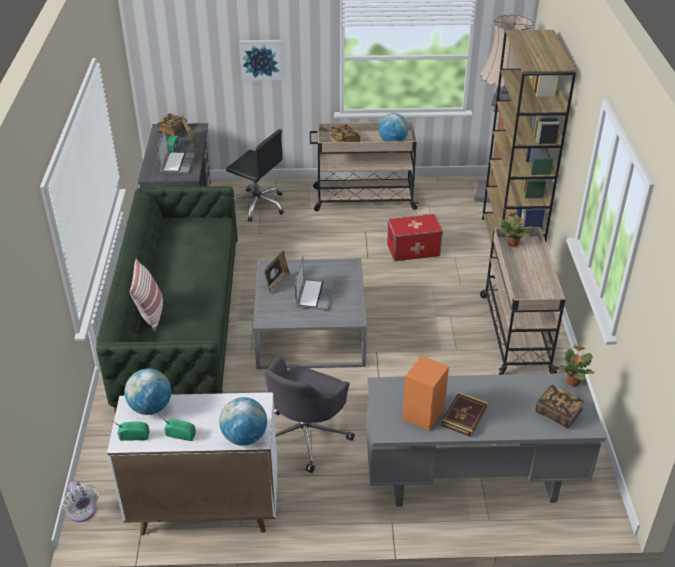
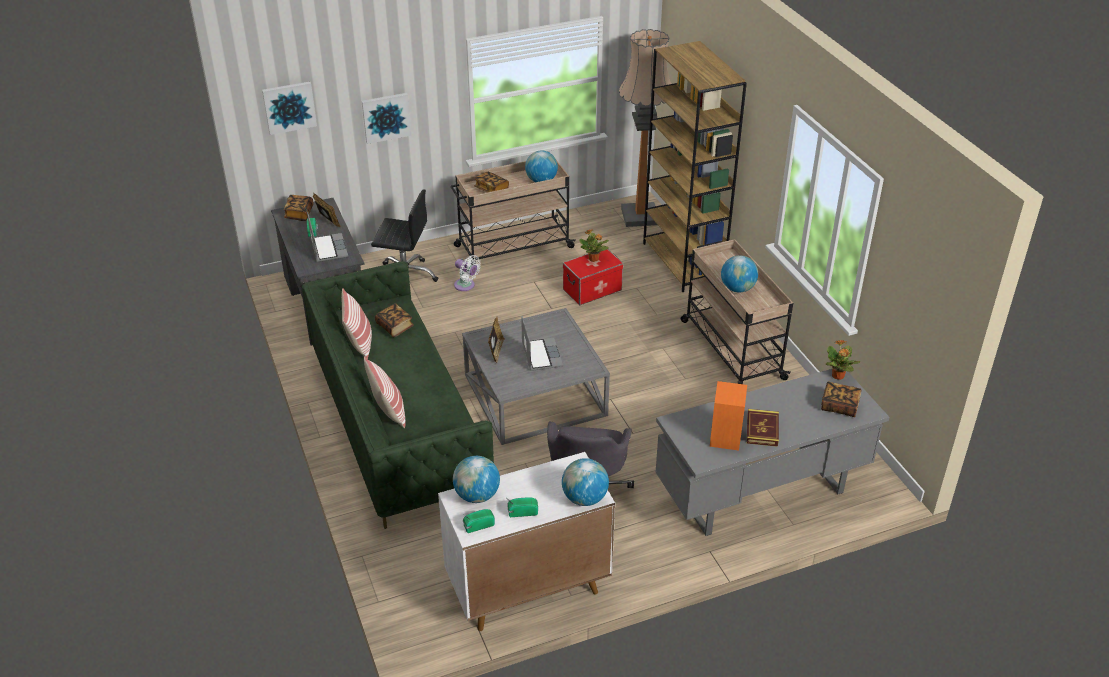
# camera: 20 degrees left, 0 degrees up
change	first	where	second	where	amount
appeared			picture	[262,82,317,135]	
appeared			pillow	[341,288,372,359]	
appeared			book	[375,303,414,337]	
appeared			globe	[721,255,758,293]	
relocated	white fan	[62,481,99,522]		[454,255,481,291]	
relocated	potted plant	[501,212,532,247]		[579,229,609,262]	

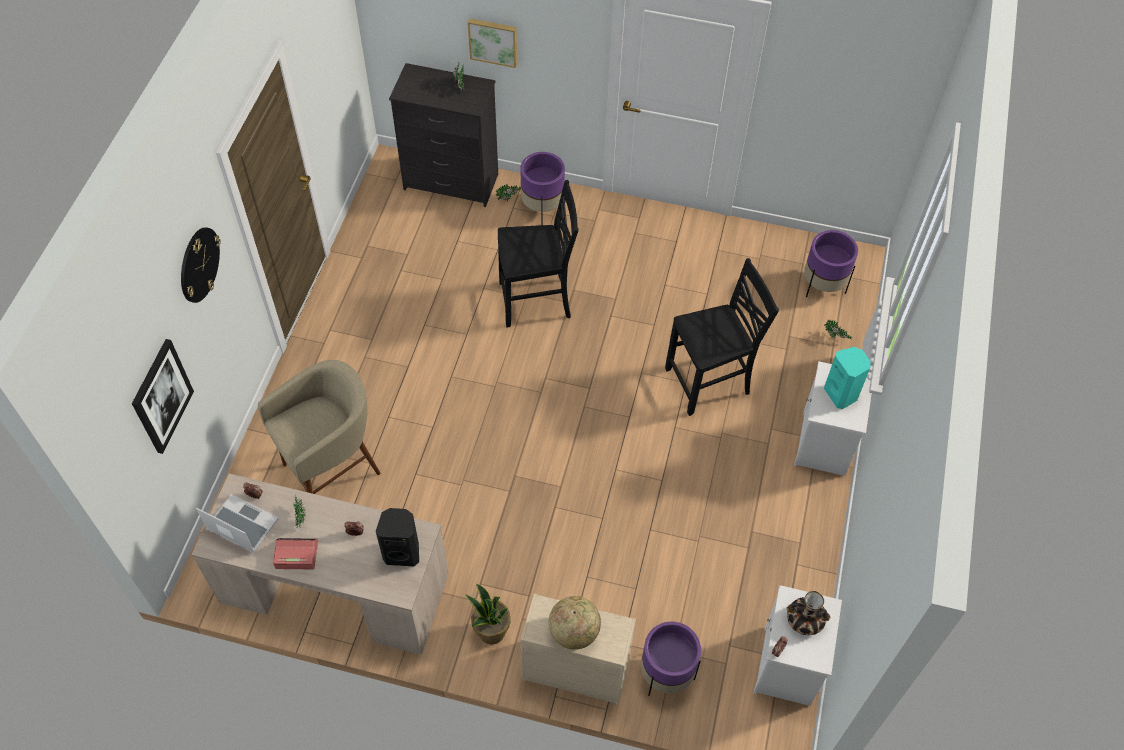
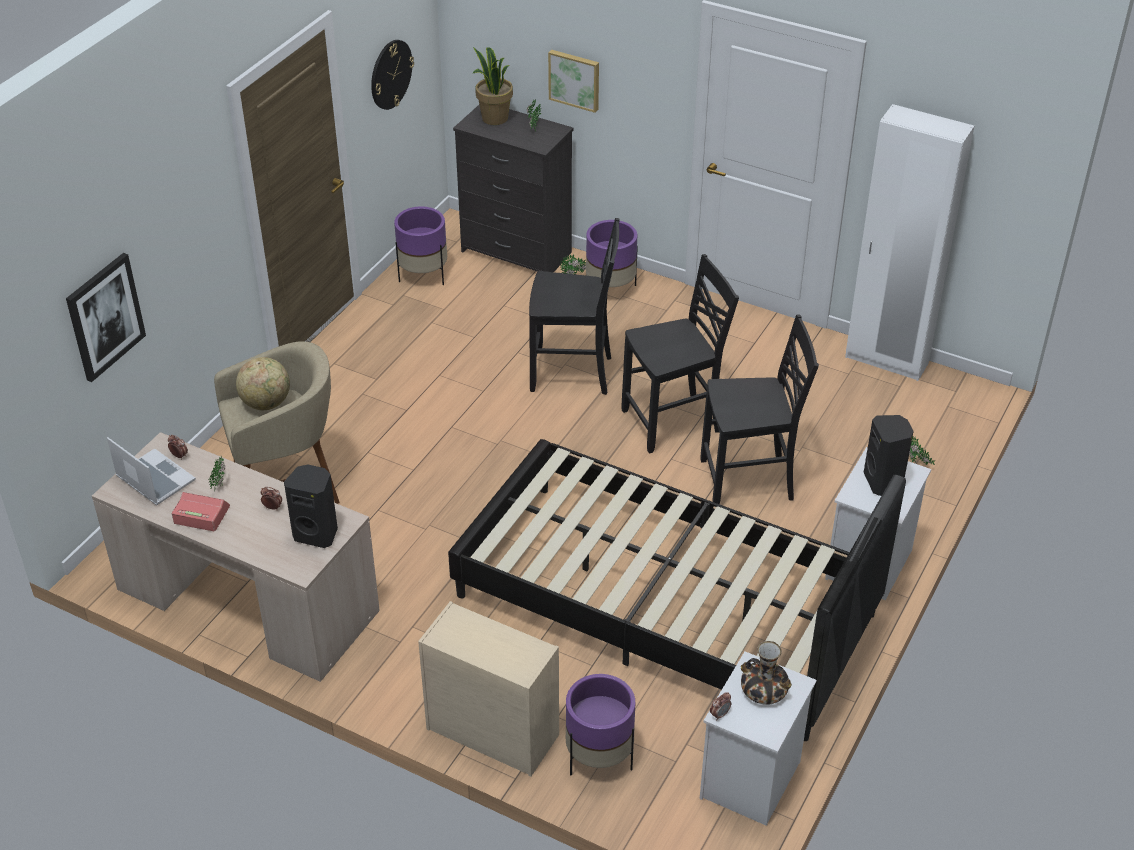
# camera: 15 degrees right, 15 degrees down
change	first	where	second	where	amount
appeared			black bed	[448,439,906,741]	
appeared			black chair	[621,254,739,453]	
appeared			white wardrobe	[845,104,974,381]	
relocated	wall clock	[181,227,221,303]		[371,40,414,110]	
relocated	potted plant	[465,584,511,644]		[473,47,513,125]	
relocated	globe	[549,596,601,650]		[236,357,290,410]	
relocated	purple planter	[804,230,858,298]		[394,207,447,285]	
colour	turquoise speaker	[824,347,871,409]	black speaker	[864,415,914,496]	

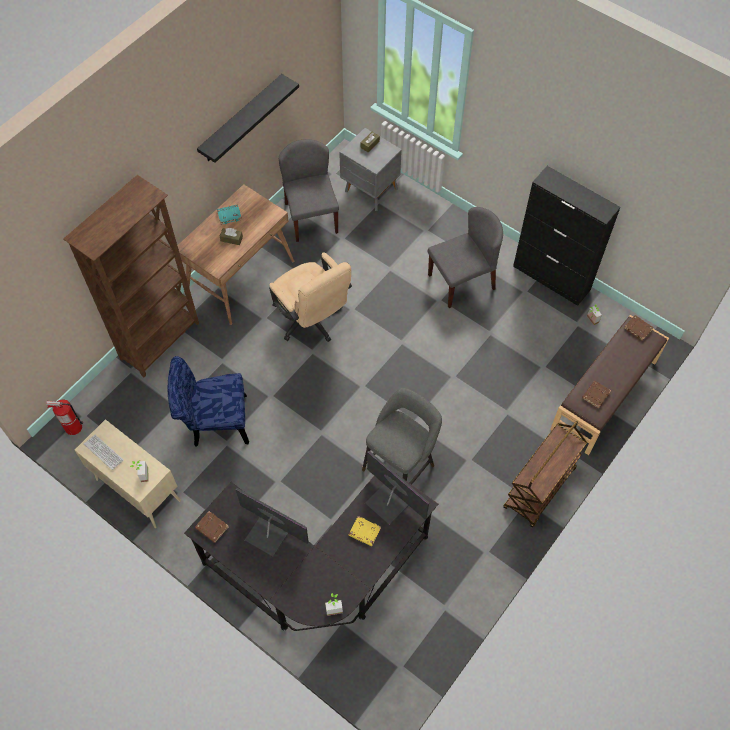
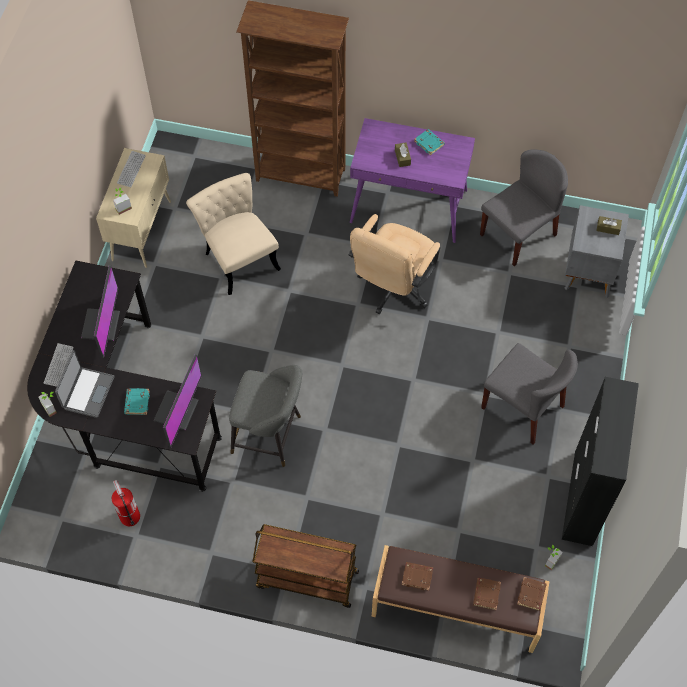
# camera: 65 degrees right, 0 degrees up
change	first	where	second	where	amount
missing	black shelf	[197,74,299,163]			
appeared			keyboard	[44,343,74,387]	
appeared			laptop	[55,350,114,418]	
relocated	fire extinguisher	[46,400,83,435]		[112,480,140,526]	
relocated	brown book	[195,511,229,543]		[473,578,501,610]	
colour	blue chair	[167,356,249,447]	beige chair	[186,173,281,295]	
colour	brown desk	[177,184,294,325]	purple desk	[350,118,475,243]	
colour	yellow book	[349,516,381,546]	turquoise book	[124,388,150,415]	

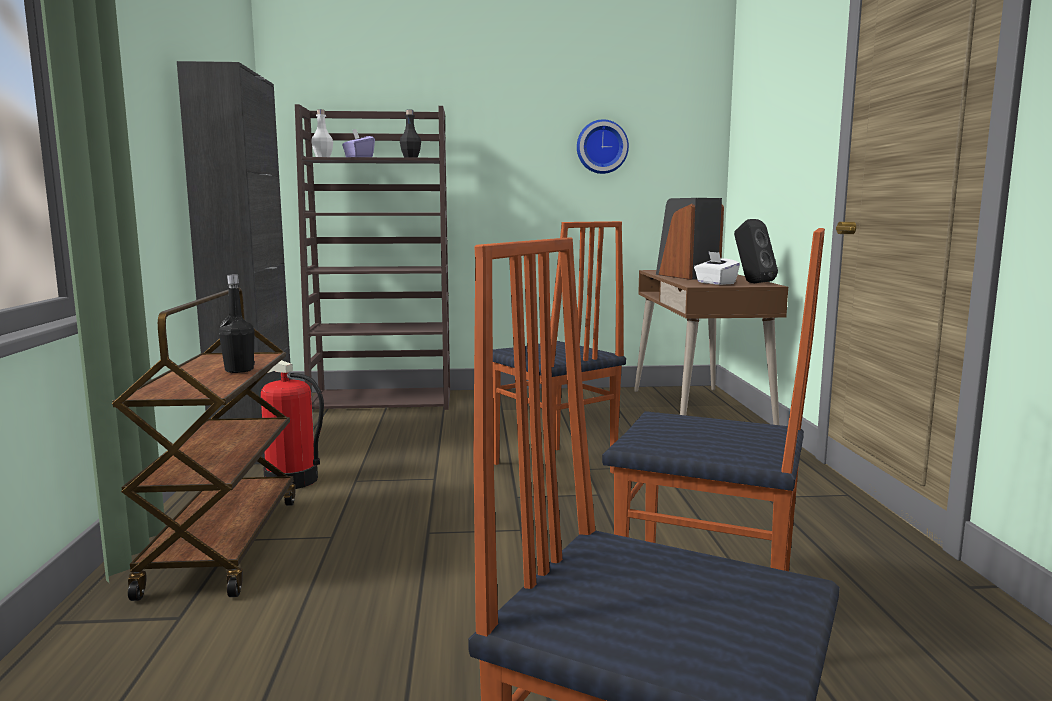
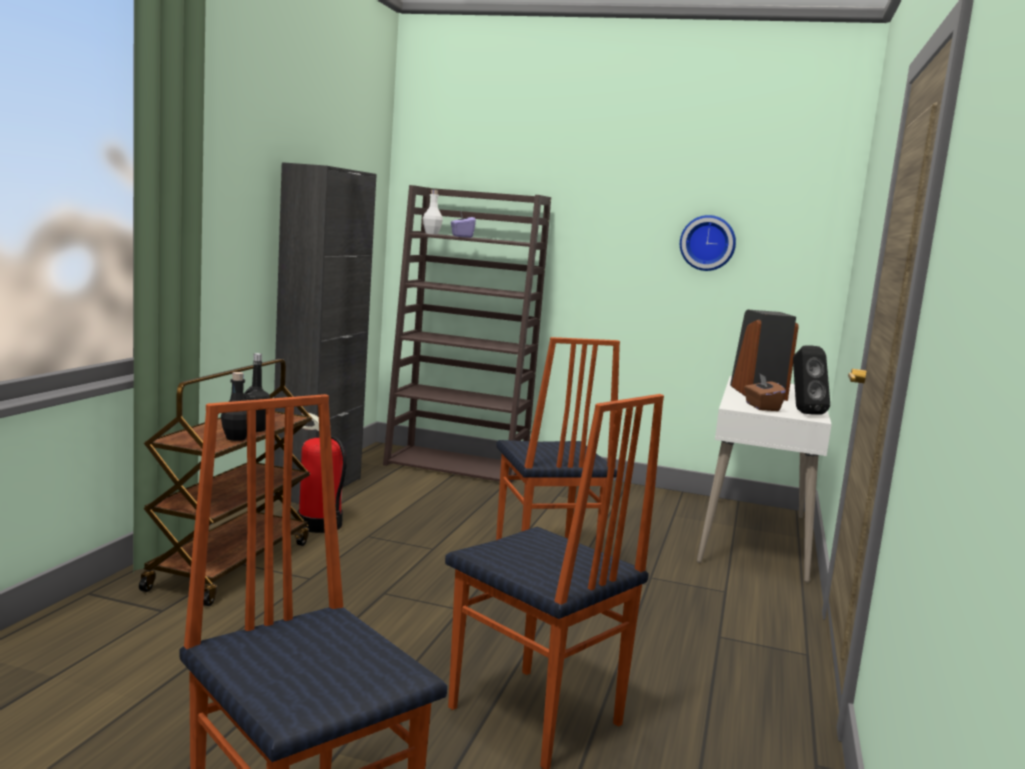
# camera: 20 degrees right, 0 degrees up
change	first	where	second	where	amount
relocated	black bottle	[400,110,421,158]		[221,372,247,441]	
colour	brown desk	[634,270,788,425]	white desk	[697,376,832,583]	
colour	white tissue box	[694,251,740,285]	brown tissue box	[744,373,786,411]	

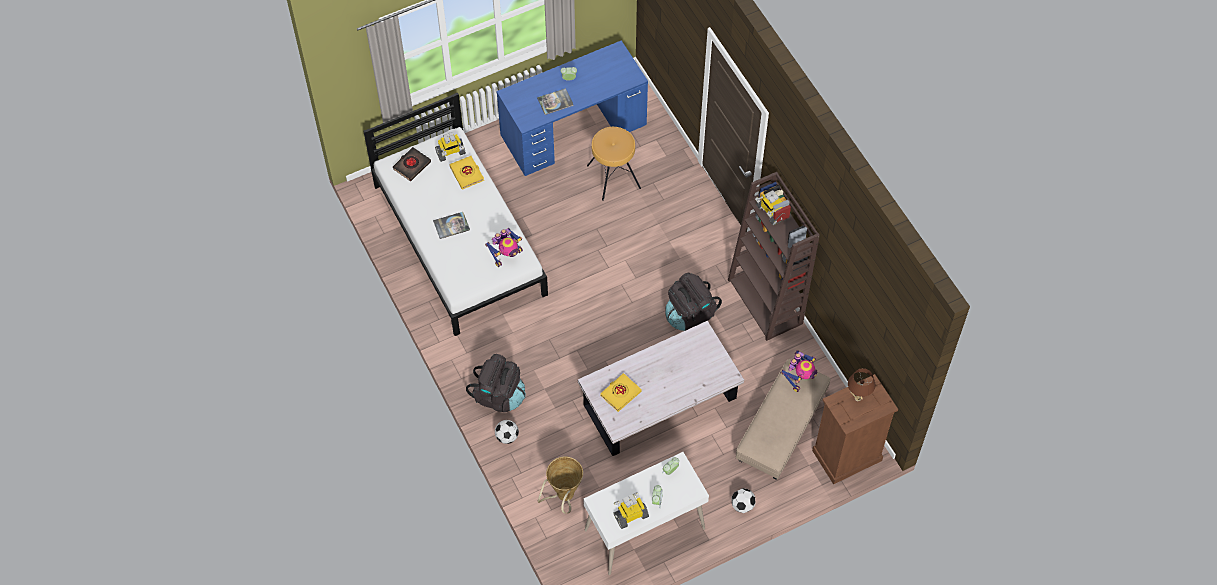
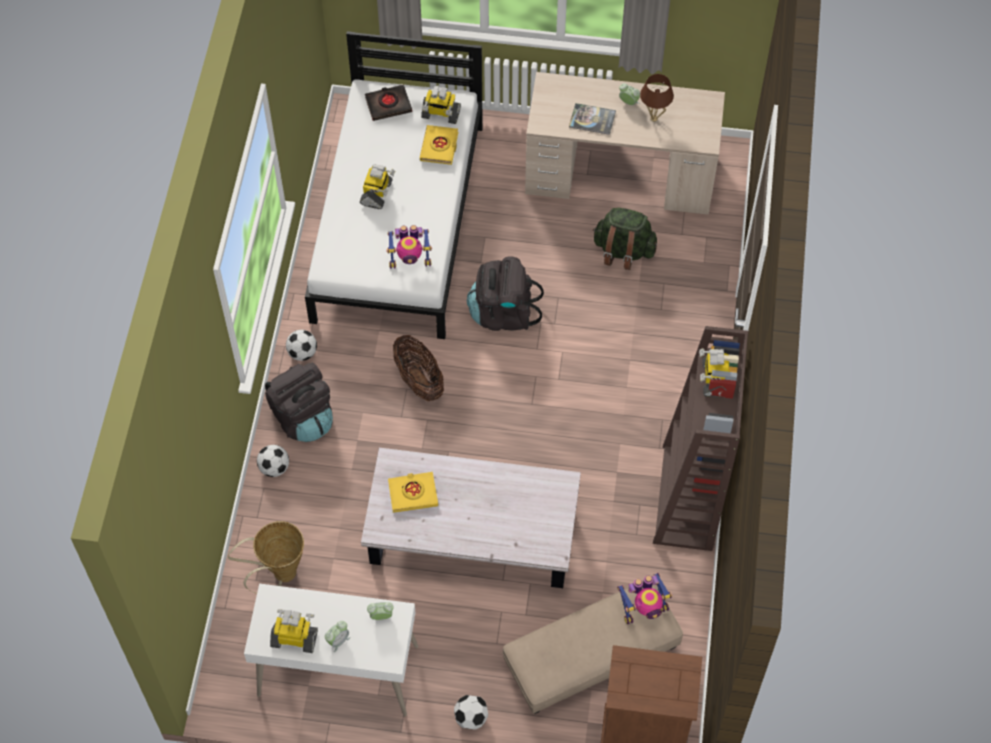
# camera: 35 degrees right, 0 degrees up
change	first	where	second	where	amount
appeared			football	[286,330,317,361]	
appeared			basket	[393,335,444,401]	
relocated	black backpack	[665,273,722,331]		[467,256,544,331]	
relocated	brown table lamp	[848,368,875,401]		[640,74,674,122]	
exchanged	book	[433,212,470,239]	toy robot	[360,164,395,209]	
exchanged	brown stool	[587,127,641,201]	green backpack	[593,208,657,270]	
colour	blue desk	[496,40,648,176]	beige desk	[525,72,725,215]	

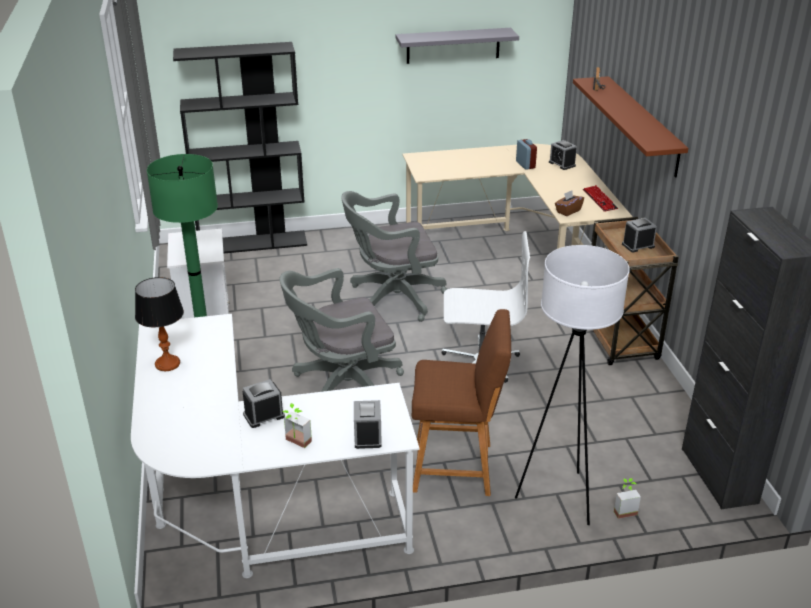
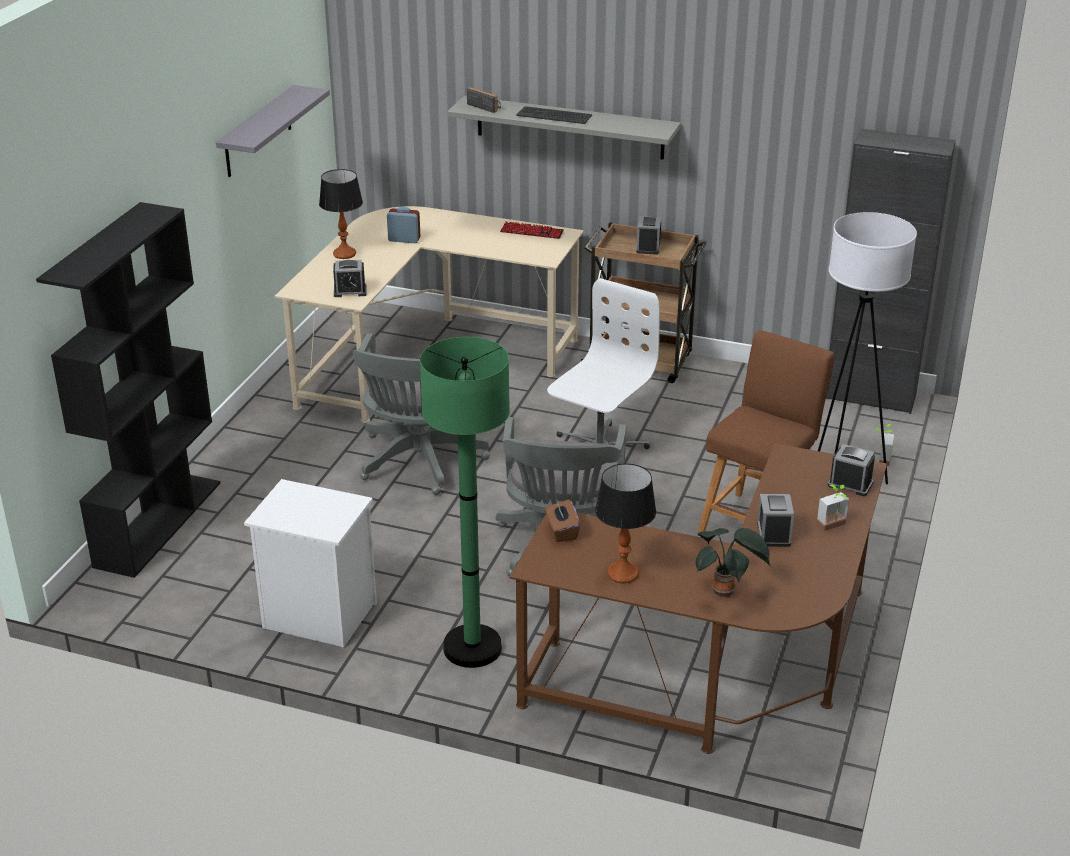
# camera: 60 degrees left, 0 degrees up
change	first	where	second	where	amount
appeared			table lamp	[319,169,363,259]	
appeared			keyboard	[516,106,592,124]	
appeared			potted plant	[695,528,771,597]	
relocated	alarm clock	[549,140,577,170]		[333,260,367,297]	
relocated	brown tissue box	[555,190,584,216]		[545,499,580,542]	
colour	white desk	[131,314,420,578]	brown desk	[509,443,887,754]	
colour	brown shelf	[573,76,688,177]	grey shelf	[447,96,681,160]	

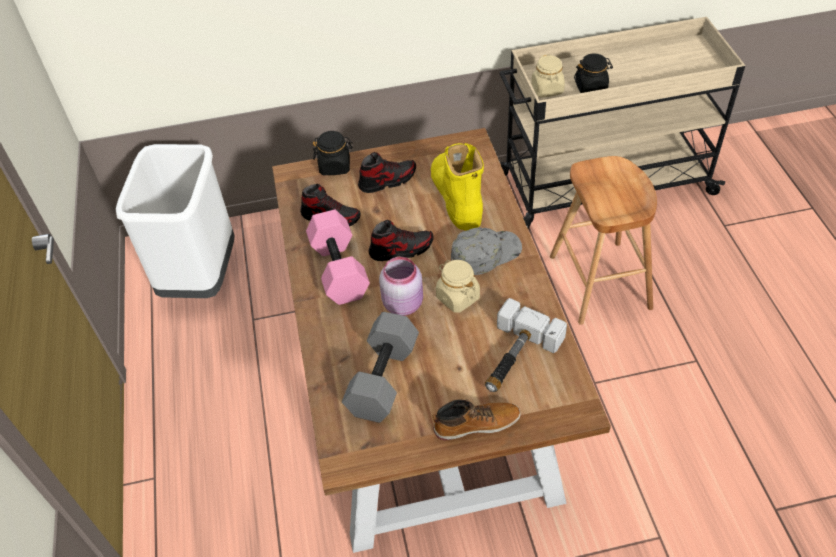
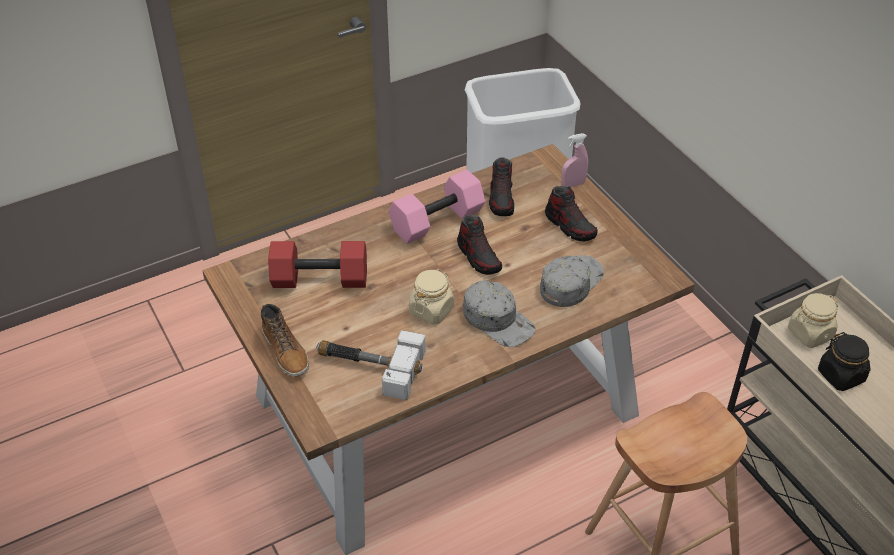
# camera: 70 degrees right, 5 degrees down
change	first	where	second	where	amount
missing	pink jar	[379,257,423,316]			
exchanged	black jar	[312,131,353,175]	pink spray bottle	[561,133,588,187]	
exchanged	yellow boot	[431,143,484,231]	grey cap	[540,255,604,307]	
colour	grey dumbbell	[342,312,419,423]	red dumbbell	[268,241,367,288]	

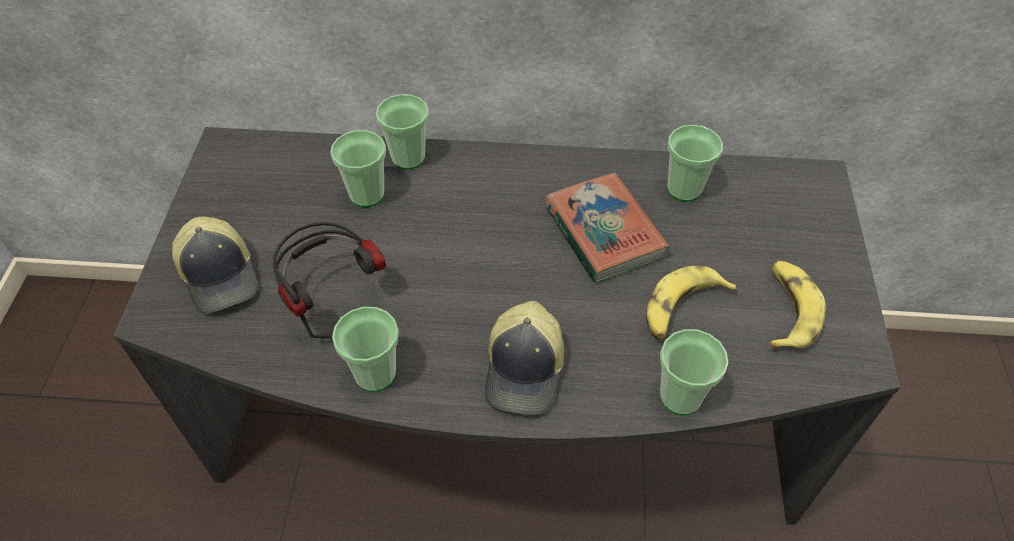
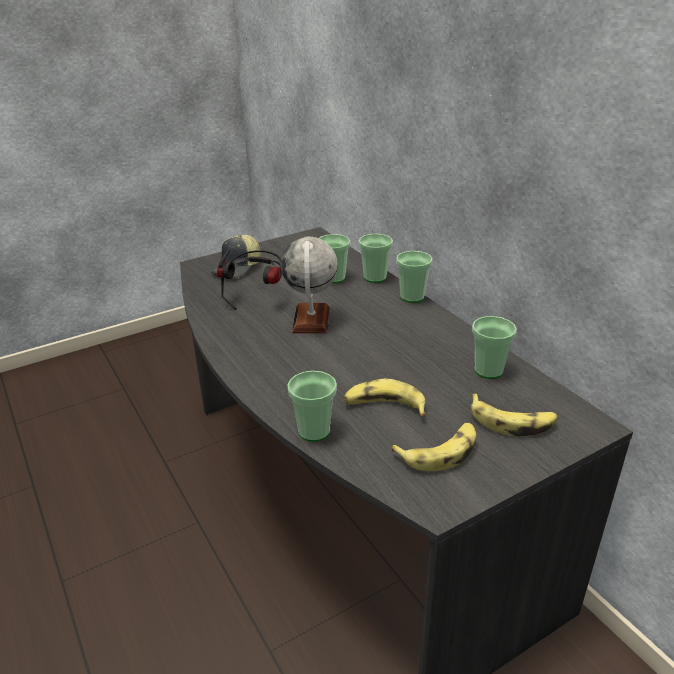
# camera: 55 degrees right, 20 degrees down
change	first	where	second	where	amount
missing	cap	[485,301,564,415]			
missing	book	[544,173,669,283]			
appeared			globe	[281,237,338,333]	
appeared			banana	[471,393,558,437]	
relocated	cup	[332,307,399,392]		[396,251,433,303]	

